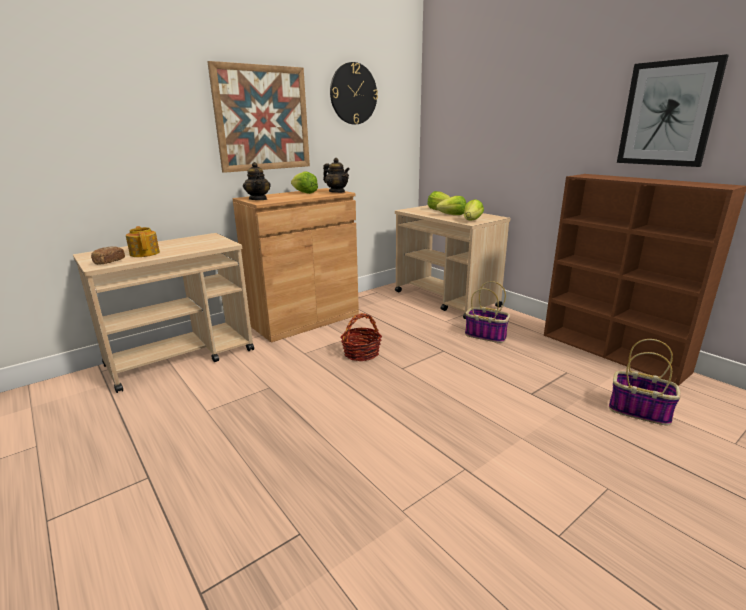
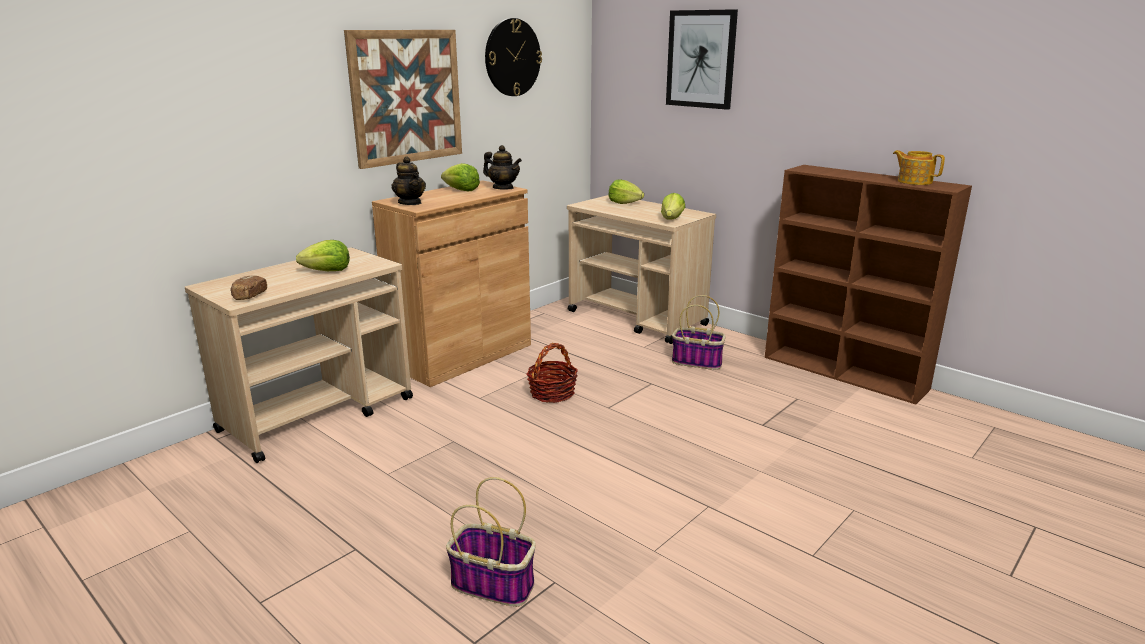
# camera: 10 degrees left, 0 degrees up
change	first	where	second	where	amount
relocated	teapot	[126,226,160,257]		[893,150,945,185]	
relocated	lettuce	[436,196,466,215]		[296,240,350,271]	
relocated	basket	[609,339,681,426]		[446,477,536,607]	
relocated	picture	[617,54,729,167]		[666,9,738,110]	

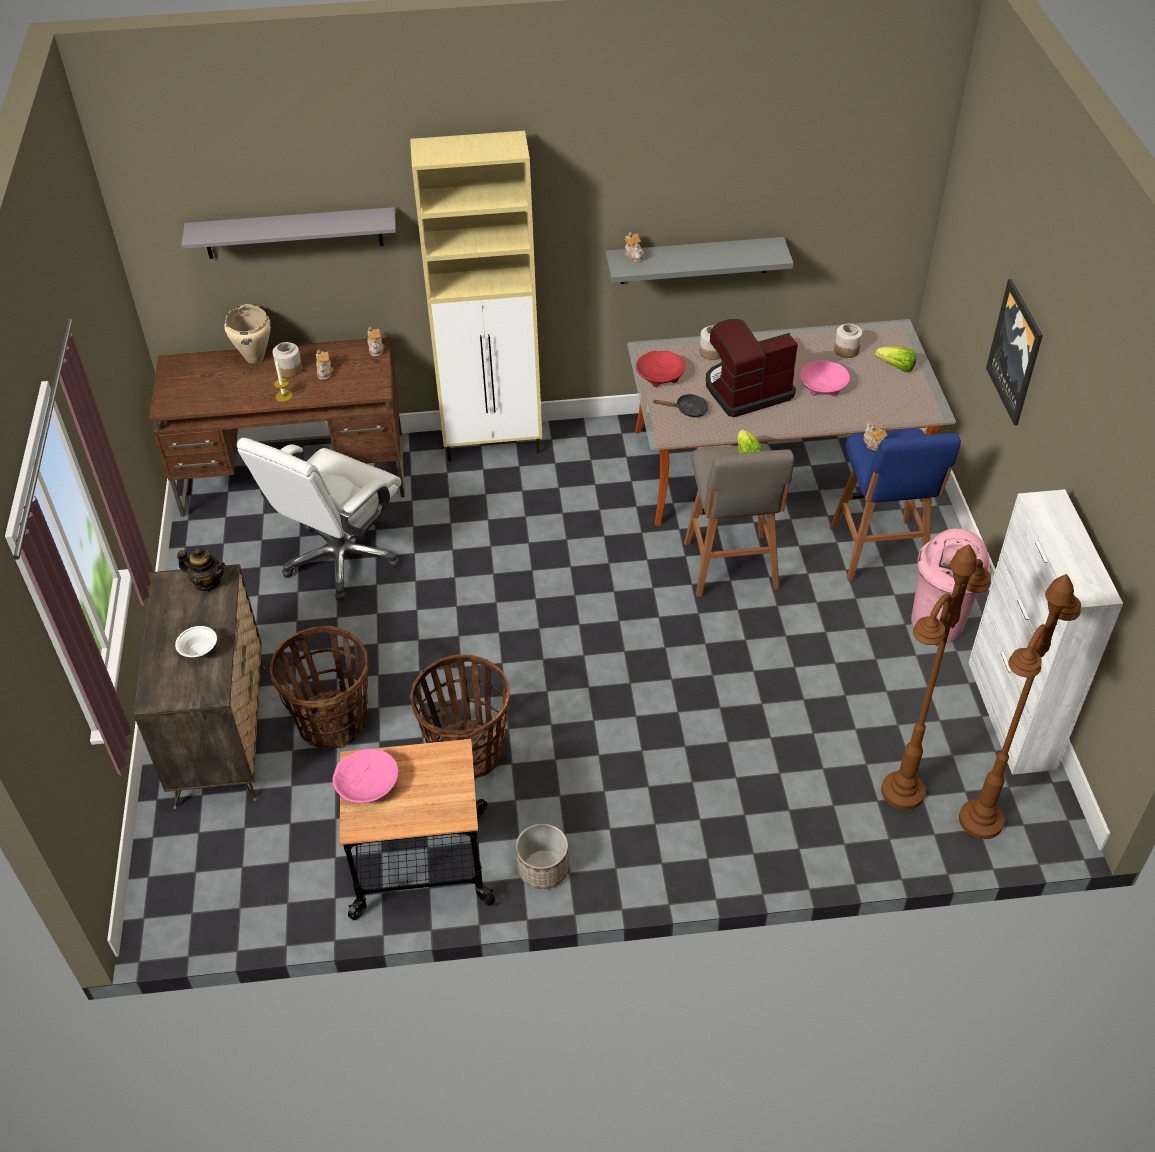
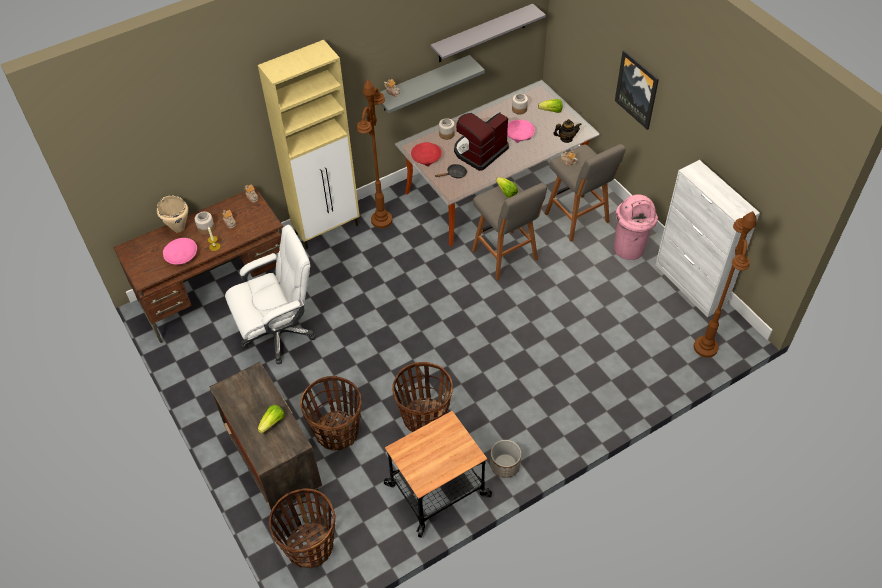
# camera: 25 degrees left, 5 degrees up
change	first	where	second	where	amount
appeared			basket	[269,488,336,568]	
relocated	teapot	[177,548,225,591]		[553,119,582,143]	
relocated	grey shelf	[182,207,396,259]		[430,4,546,62]	
relocated	pink bowl	[333,749,399,803]		[163,238,197,265]	
relocated	brown floor lamp	[881,544,991,810]		[357,79,392,228]	
exchanged	white bowl	[175,626,217,657]	lettuce	[258,405,285,434]	
colour	blue stool	[830,428,961,581]	grey stool	[545,144,626,241]	
spun	white office chair	[237,438,401,601]		[225,225,316,364]	120 degrees counterclockwise

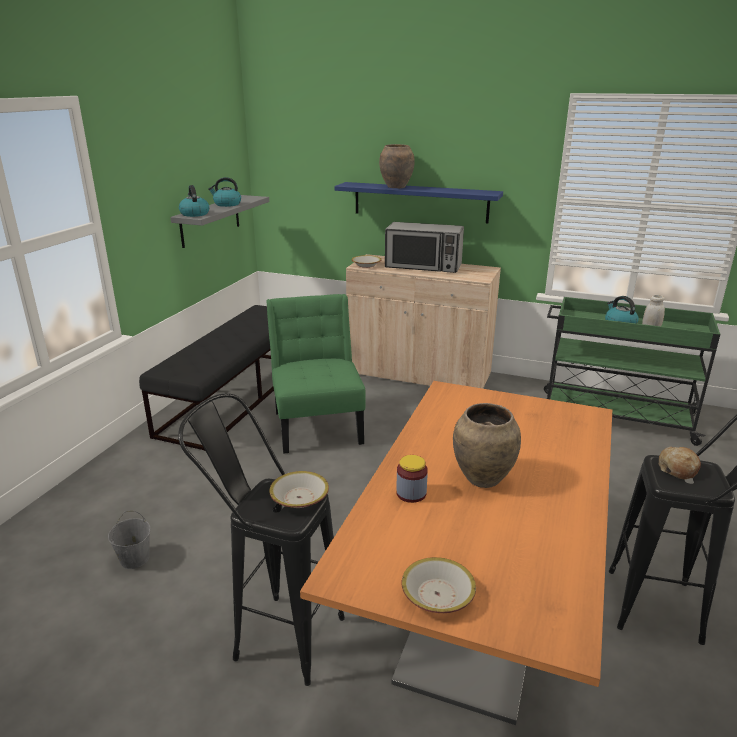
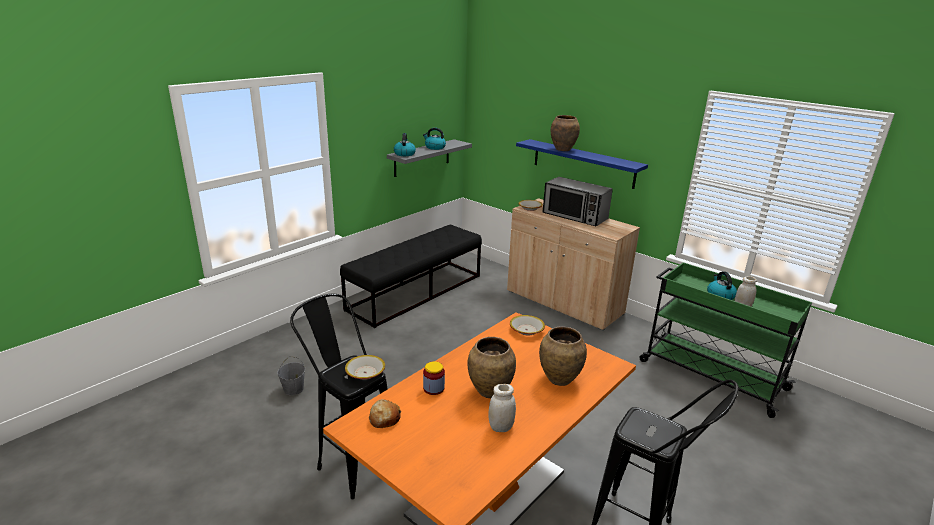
# camera: 20 degrees right, 0 degrees up
change	first	where	second	where	amount
missing	green chair	[266,294,366,454]			
appeared			white jar	[488,384,516,432]	
appeared			brown vase	[539,326,587,386]	
relocated	bowl	[402,557,476,613]		[510,315,545,335]	
relocated	bread	[659,447,701,479]		[369,399,401,428]	

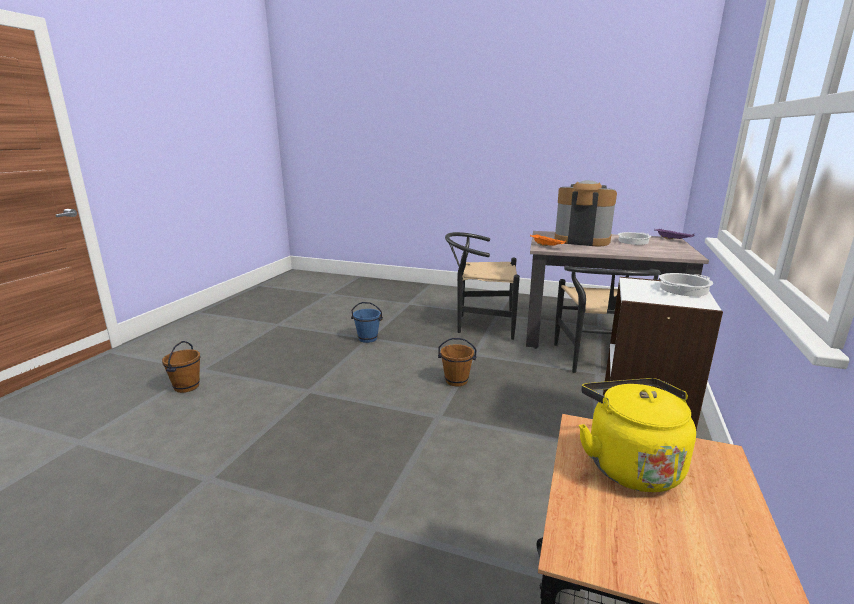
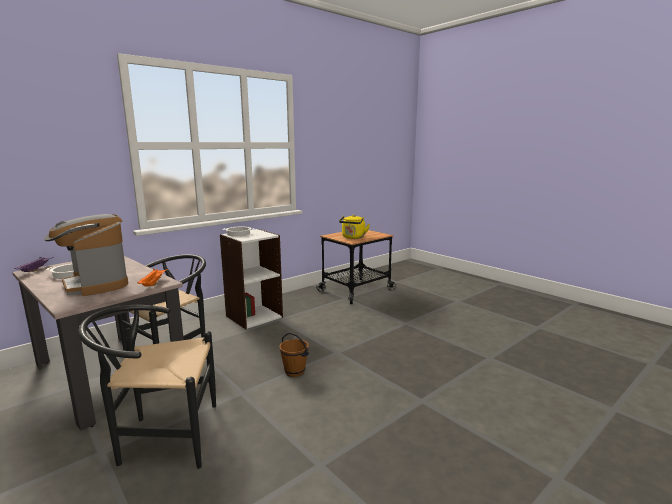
# camera: 150 degrees left, 5 degrees down
change	first	where	second	where	amount
missing	brown bucket	[162,341,200,393]			
missing	blue bucket	[351,302,383,343]			
spun	black chair	[445,232,520,340]		[78,305,216,469]	135 degrees clockwise

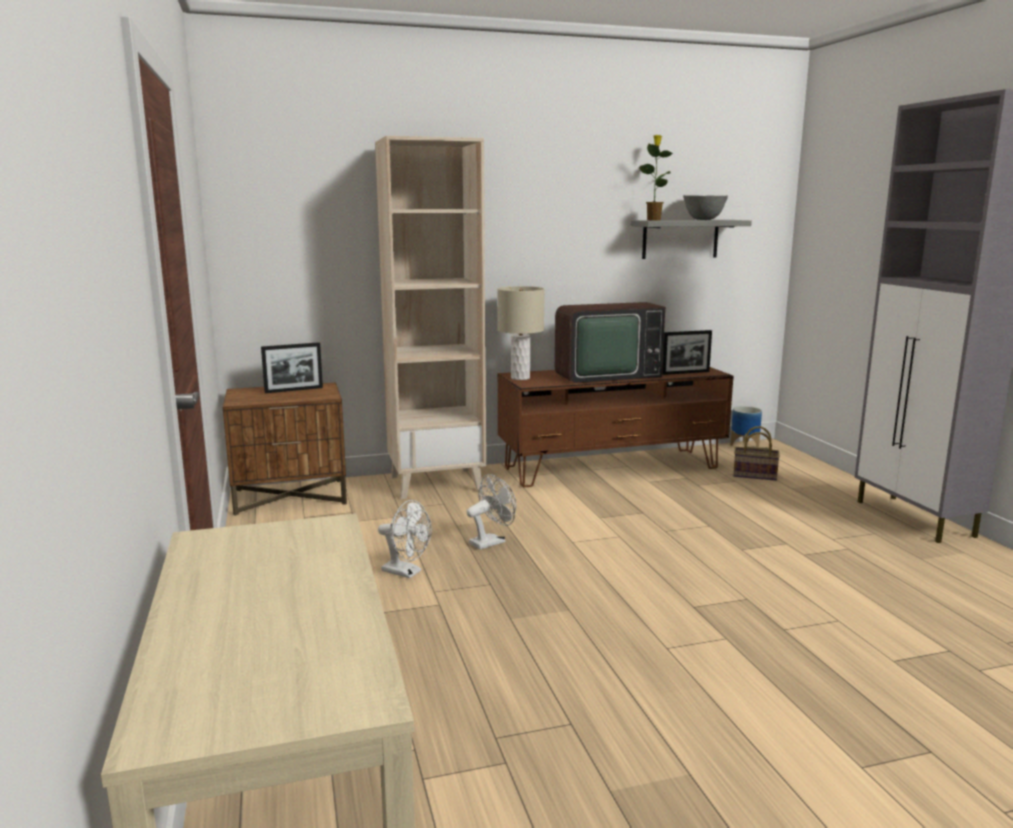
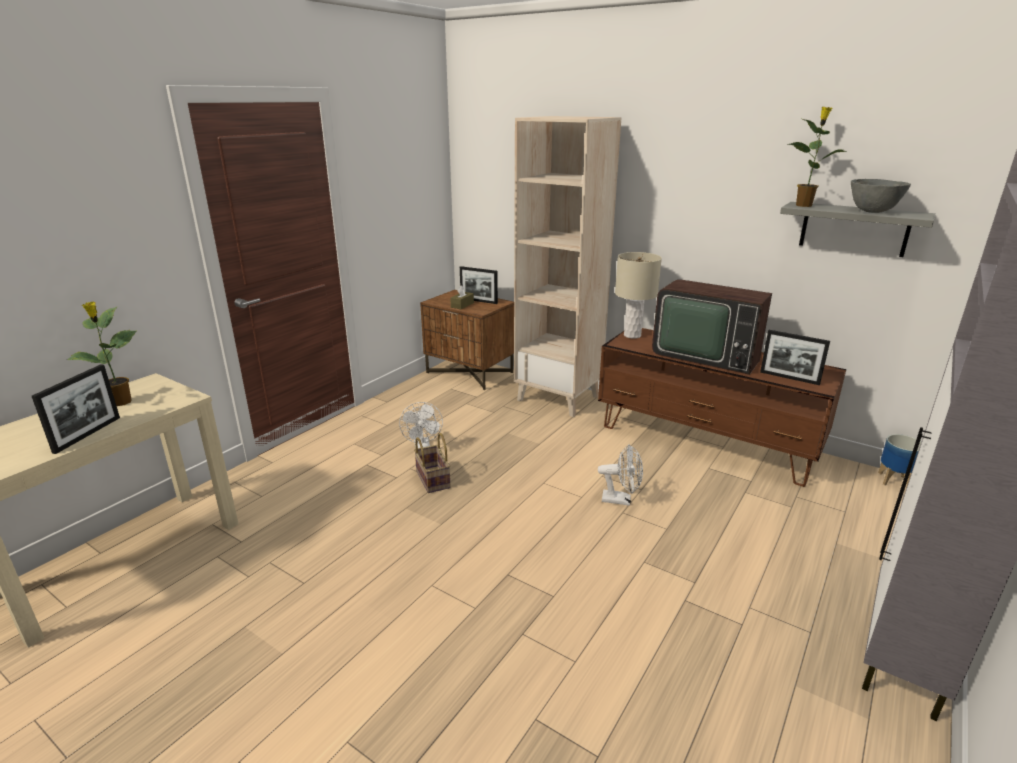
# camera: 50 degrees right, 10 degrees up
change	first	where	second	where	amount
appeared			picture frame	[32,364,120,454]	
appeared			potted plant	[67,301,136,406]	
appeared			brown tissue box	[450,286,474,309]	
relocated	white fan	[466,474,516,550]		[598,444,643,506]	
relocated	basket	[733,426,780,481]		[414,433,451,493]	

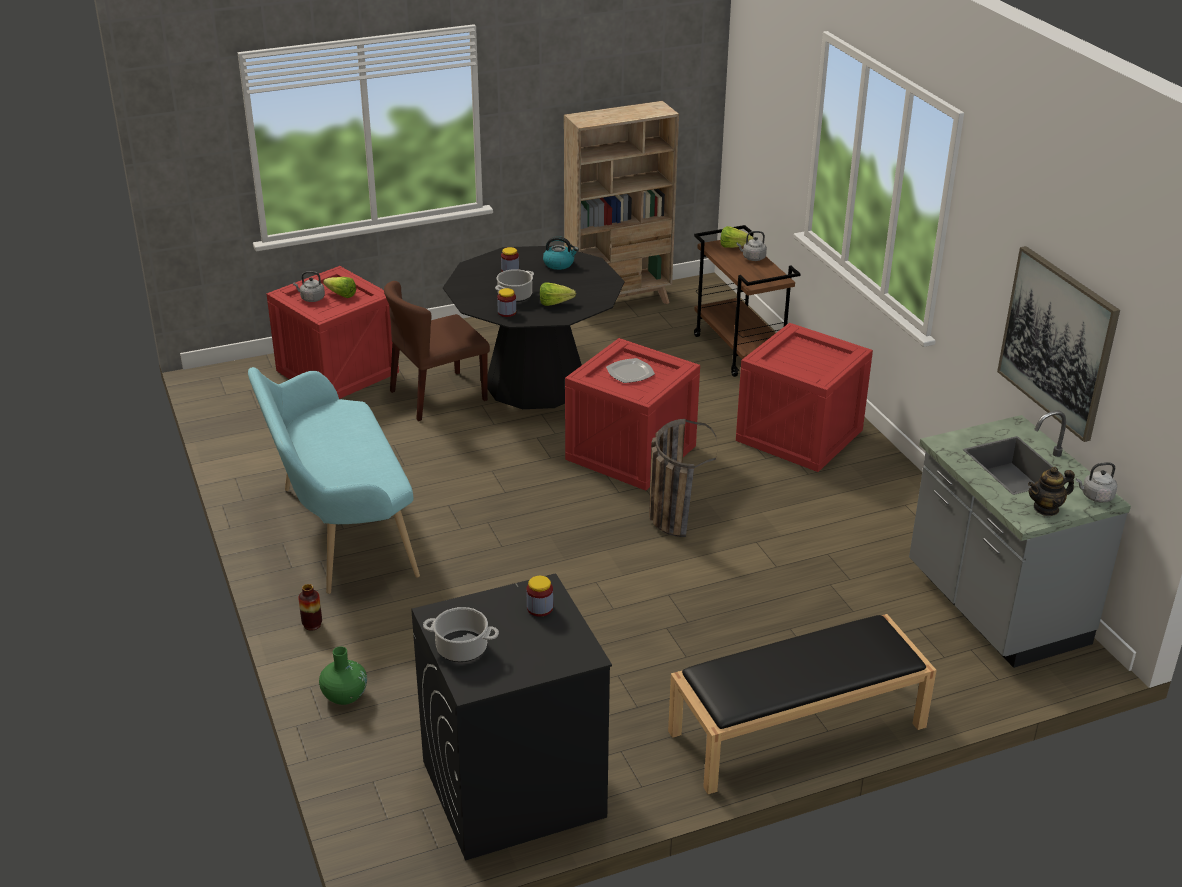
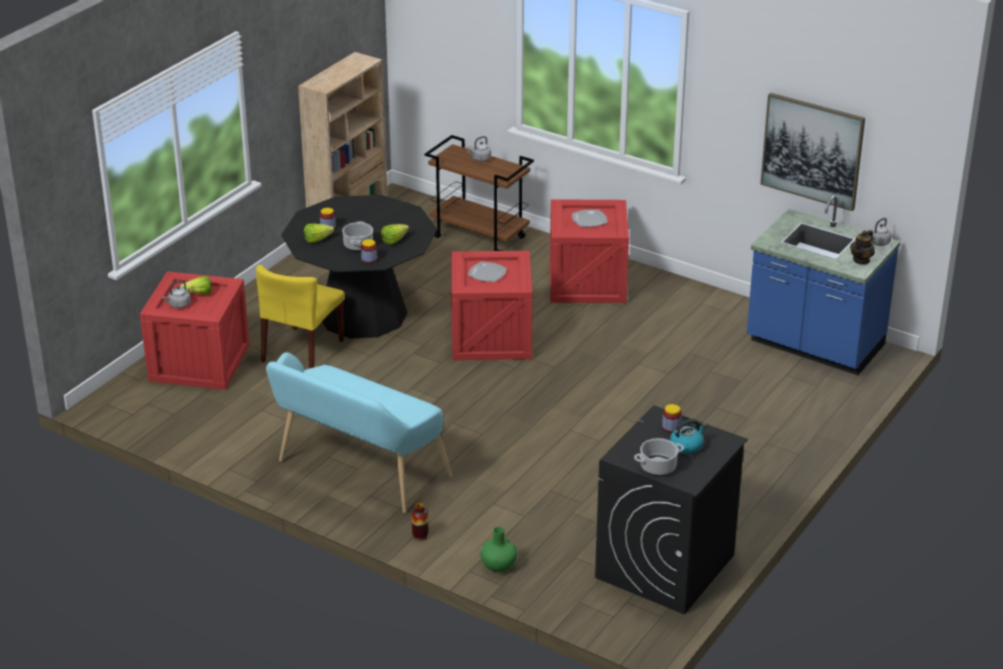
# camera: 35 degrees left, 0 degrees up
change	first	where	second	where	amount
missing	basket	[649,419,717,537]			
missing	black bench	[668,614,937,794]			
appeared			plate	[572,209,607,227]	
relocated	kettle	[543,236,579,270]		[670,419,707,454]	
relocated	lettuce	[720,226,754,248]		[304,224,334,243]	
colour	brown chair	[384,281,490,421]	yellow chair	[256,265,345,369]	
colour	grey counter	[909,411,1131,668]	blue counter	[747,196,901,375]	

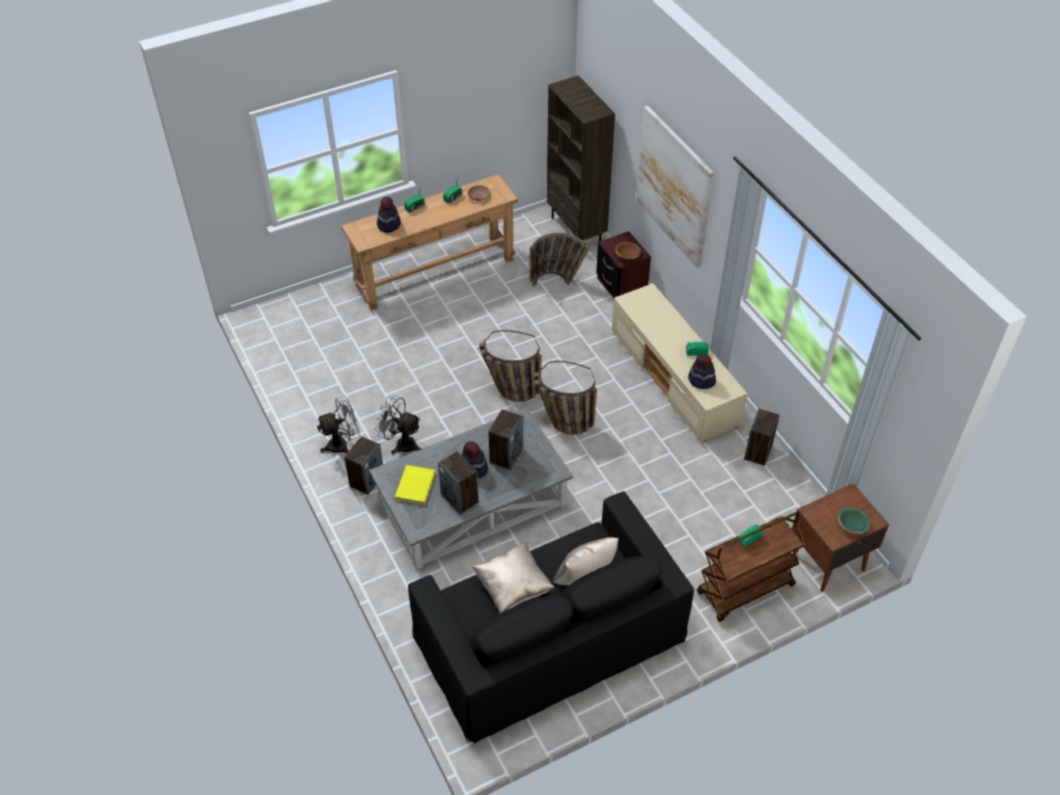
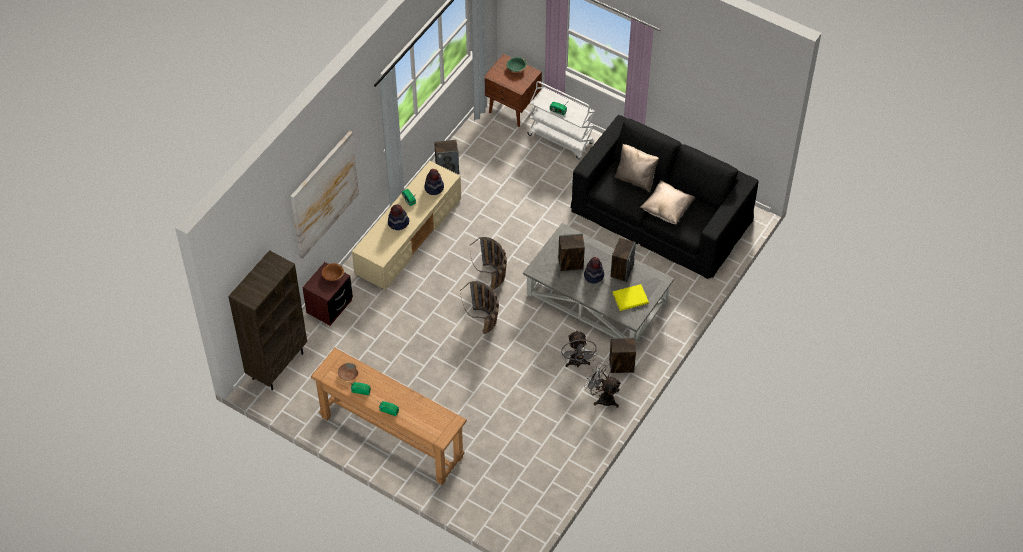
# camera: 120 degrees left, 5 degrees up
change	first	where	second	where	amount
missing	basket	[530,233,589,286]			
relocated	hat	[377,197,401,233]		[388,204,409,230]	
colour	brown cart	[697,512,805,622]	white cart	[527,81,595,159]	

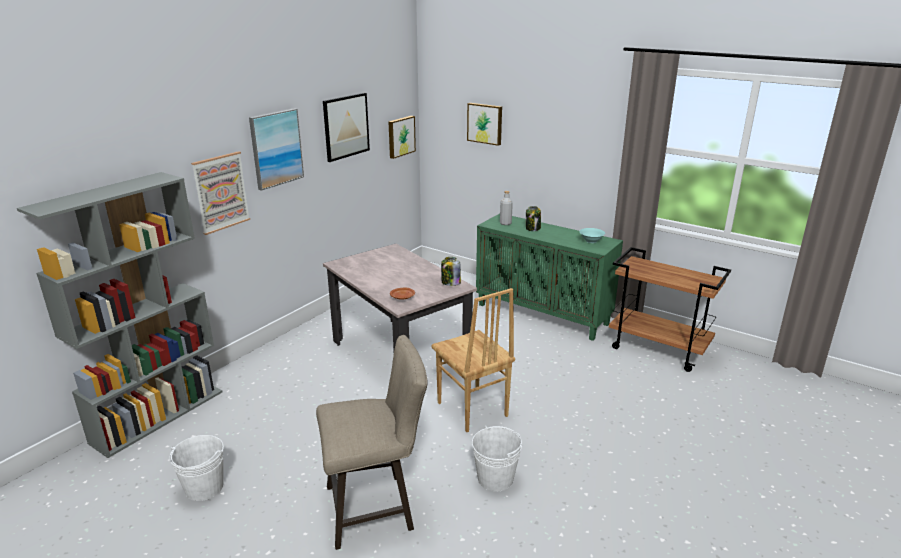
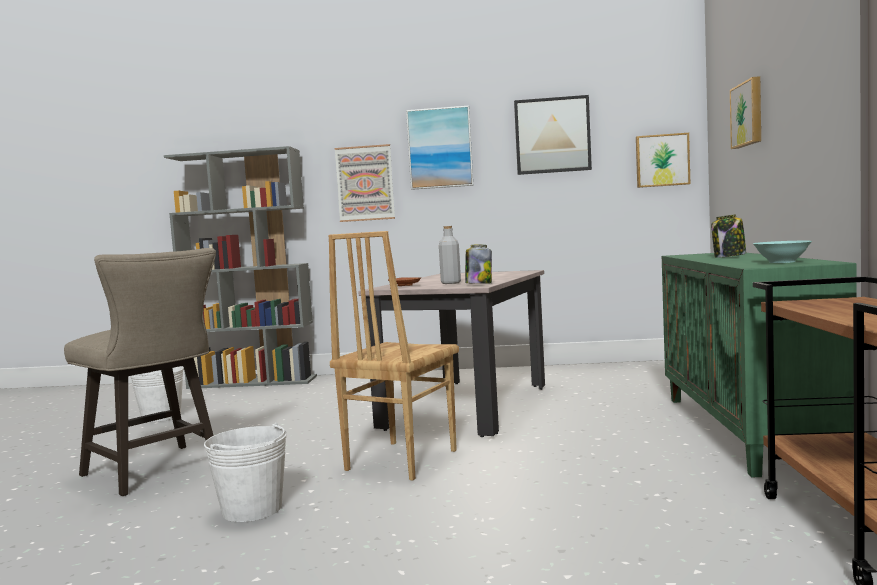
# camera: 60 degrees right, 20 degrees down
change	first	where	second	where	amount
relocated	grey bottle	[500,191,513,225]		[439,226,461,284]	

